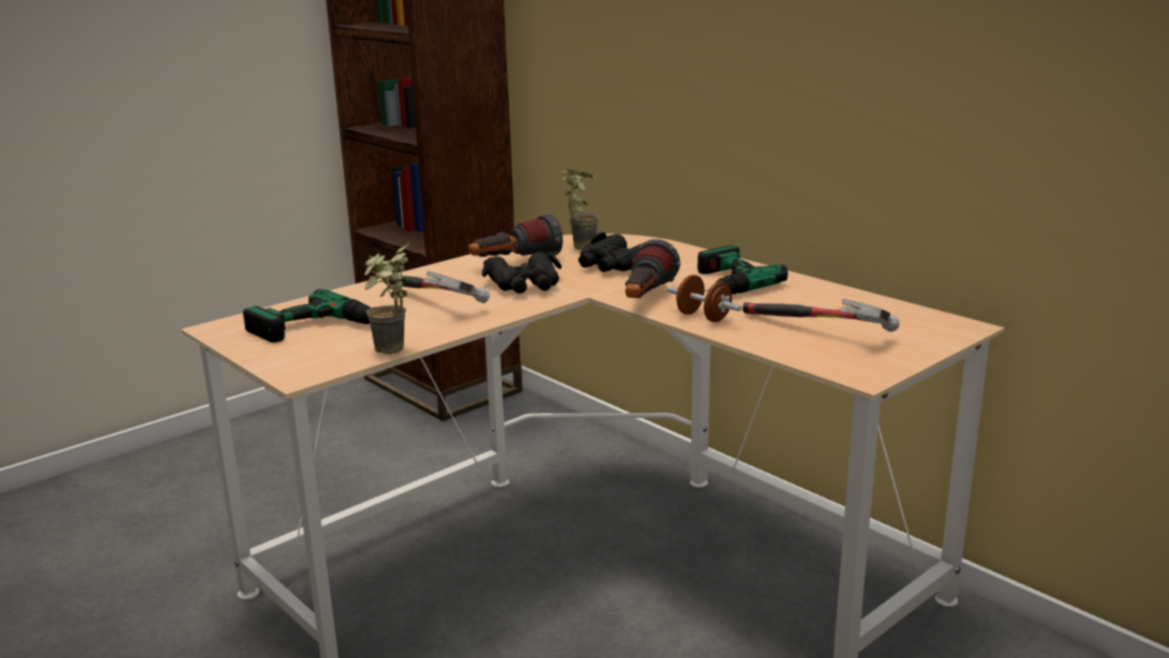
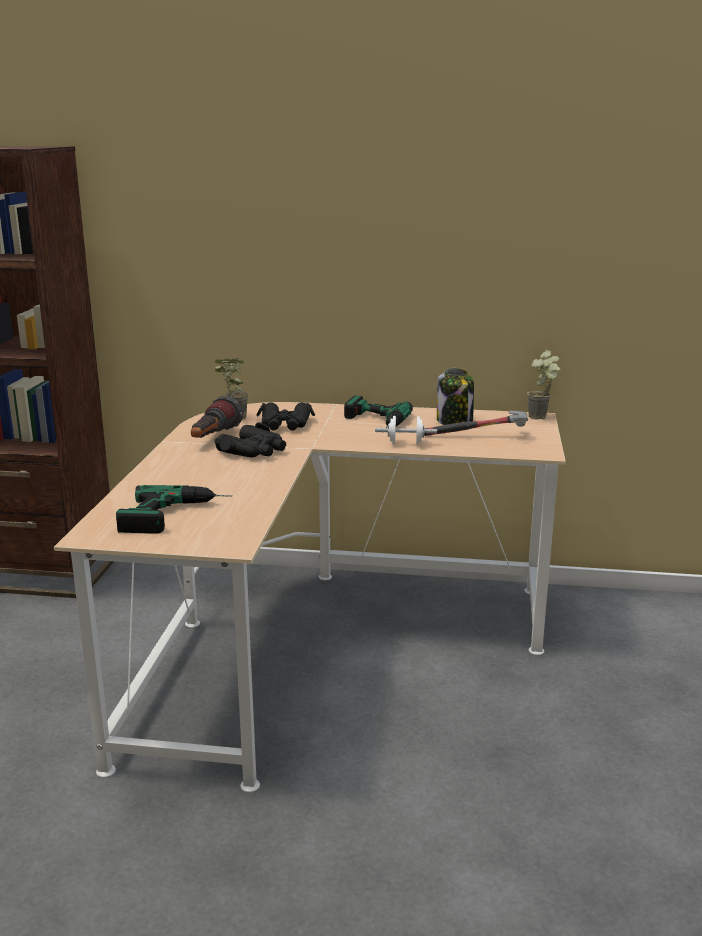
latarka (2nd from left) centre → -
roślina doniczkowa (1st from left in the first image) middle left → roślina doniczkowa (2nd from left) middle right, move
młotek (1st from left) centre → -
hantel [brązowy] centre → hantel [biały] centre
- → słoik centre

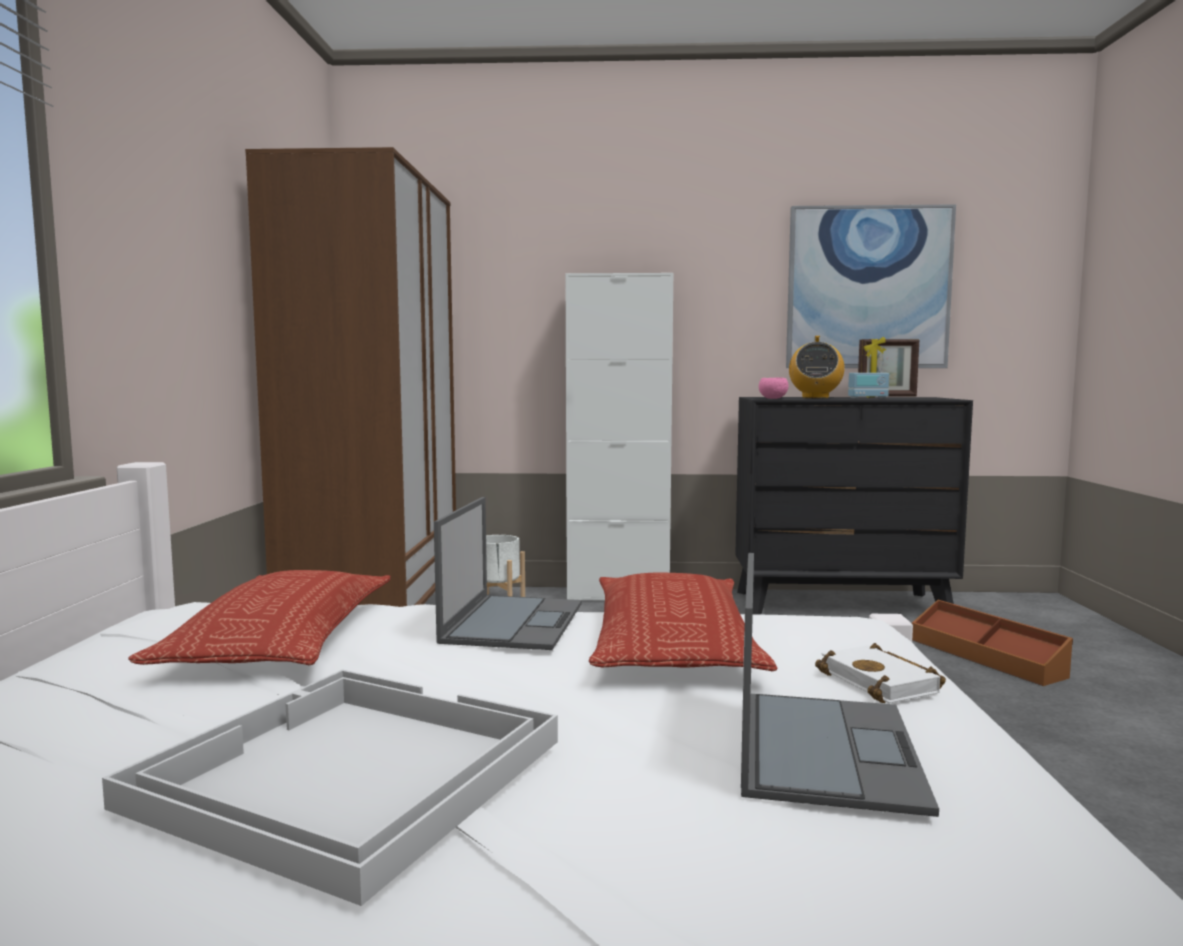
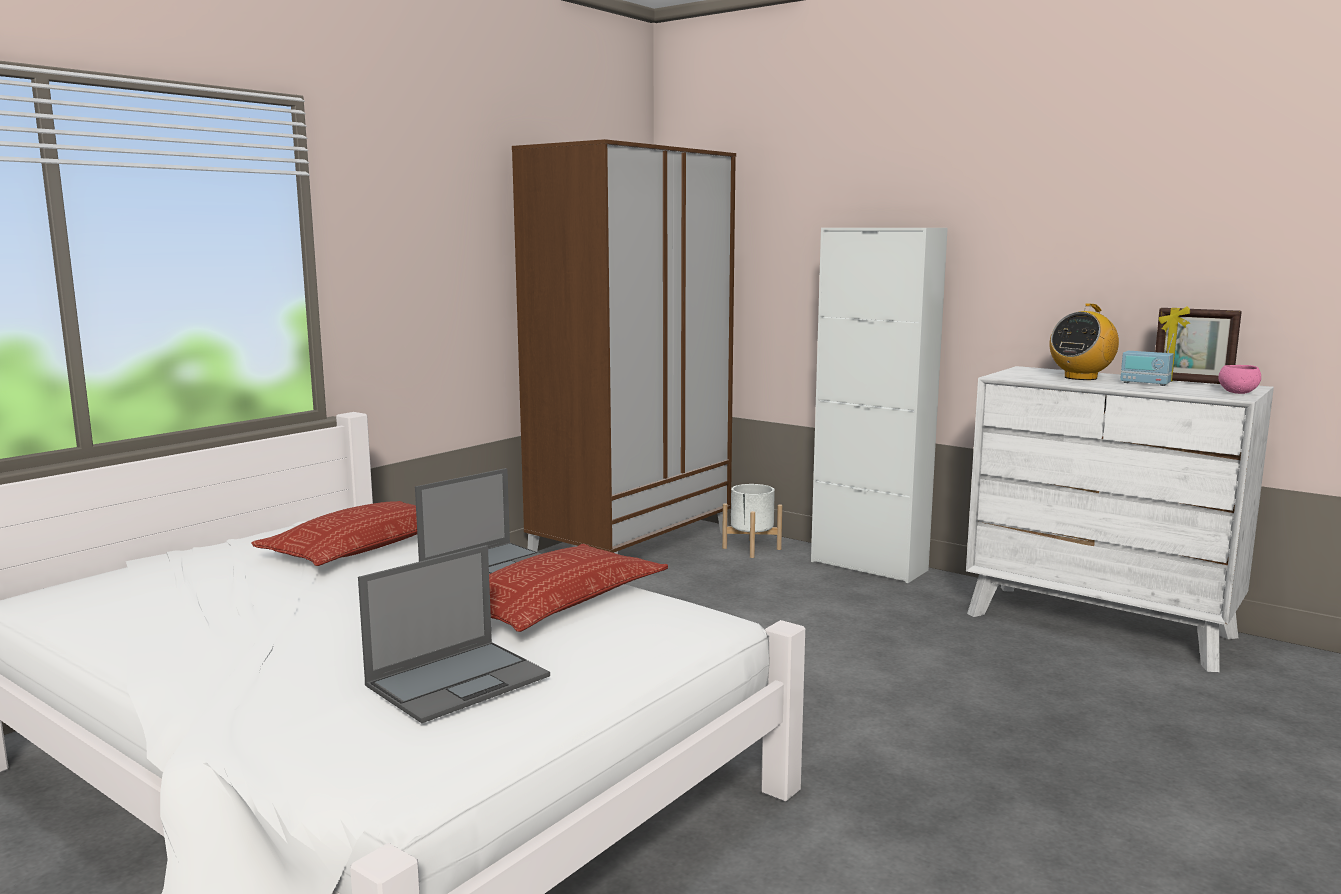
obraz top right → -
miska [różowy] centre → miska [różowy] middle right, move
komoda [czarny] middle right → komoda [biały] middle right
pojemnik do przechowywania [brązowy] bottom right → -
książka [biały] bottom right → -
taca [biały] bottom left → -

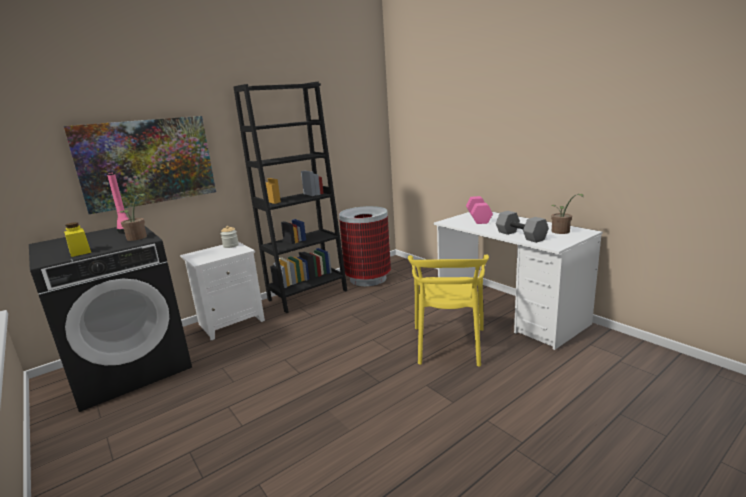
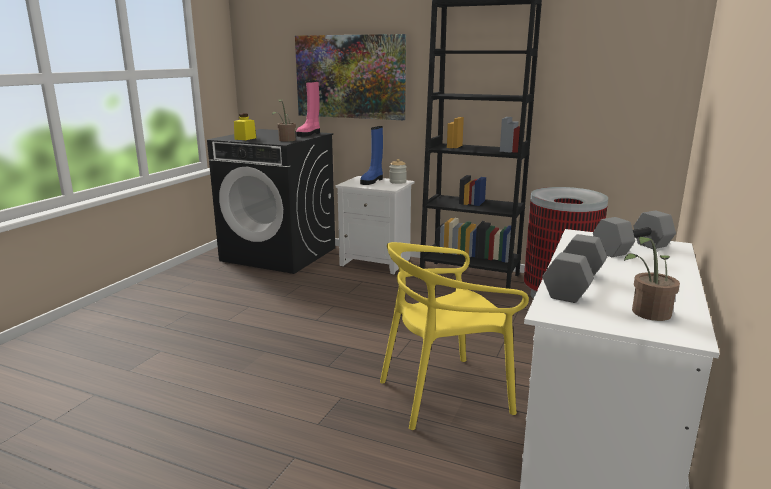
hantel [różowy] centre → hantel [szary] (2nd from left) middle right
- → but z cholewką [niebieski] top centre

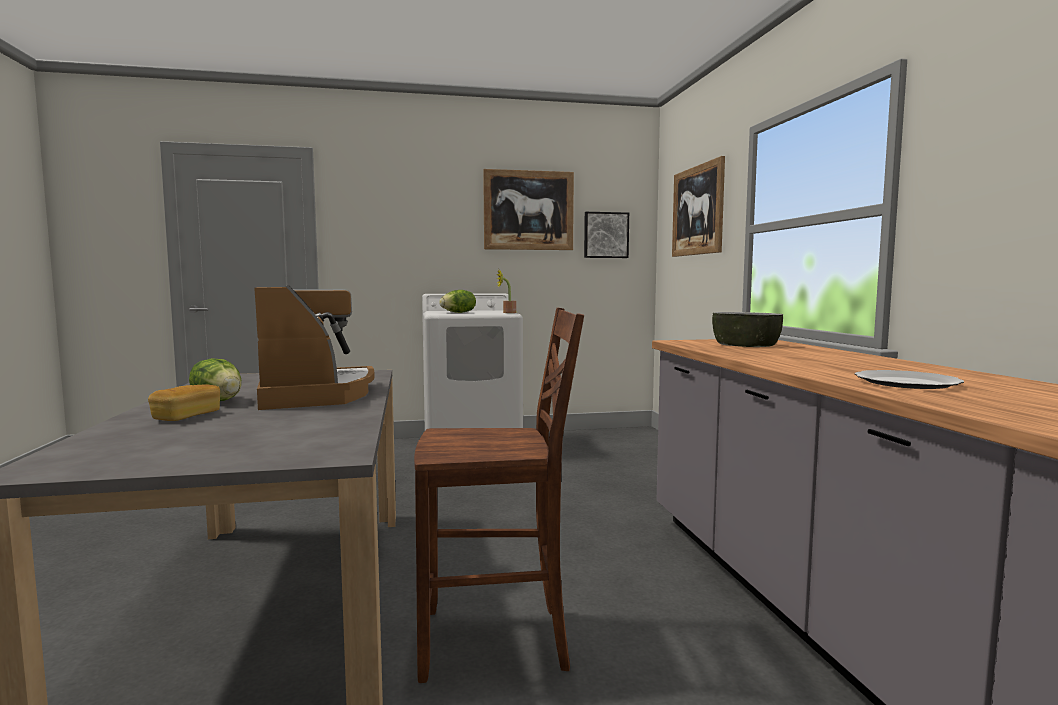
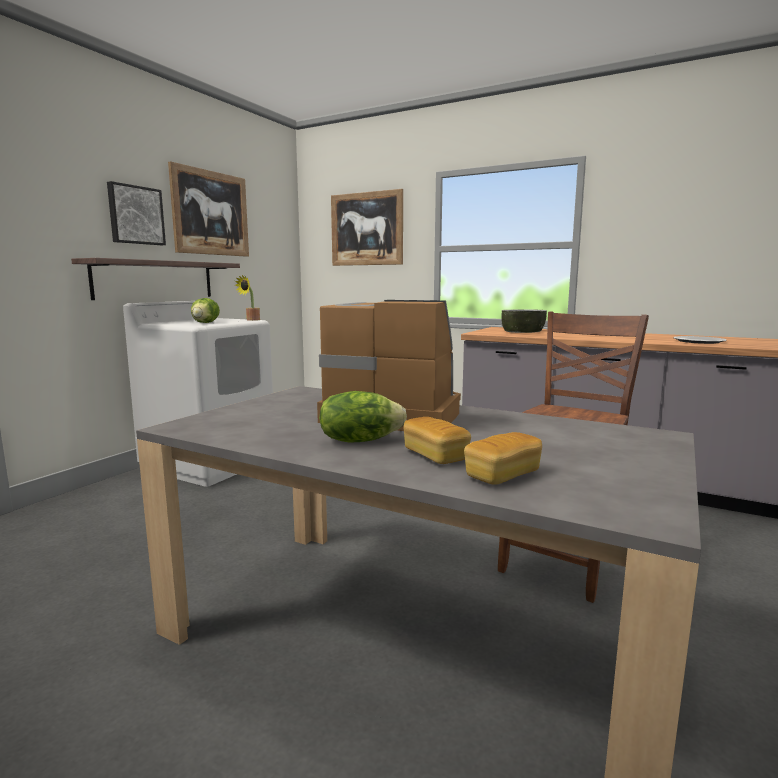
obraz (2nd from left in the first image) centre → obraz (1st from left) top left, move
- → półka middle left
- → chleb (2nd from left) centre

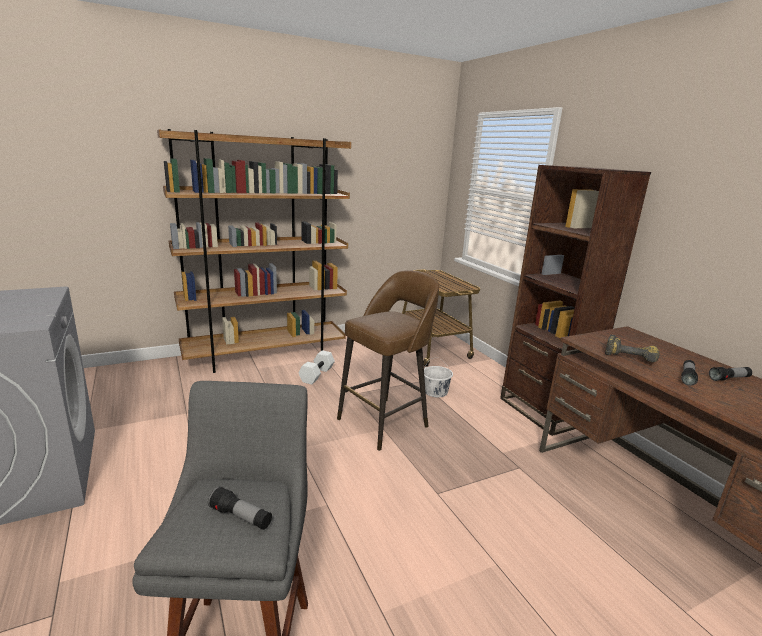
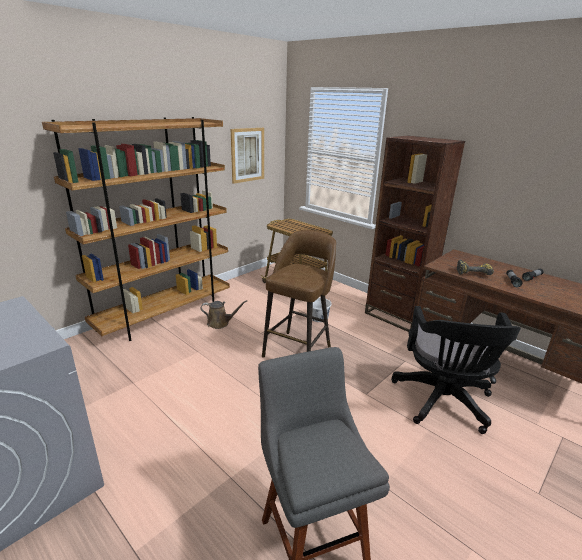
hantel [biały] centre → konewka [brązowy] centre
latarka (1st from left) bottom left → -
- → obraz top centre
- → krzesło biurowe [czarny] middle right

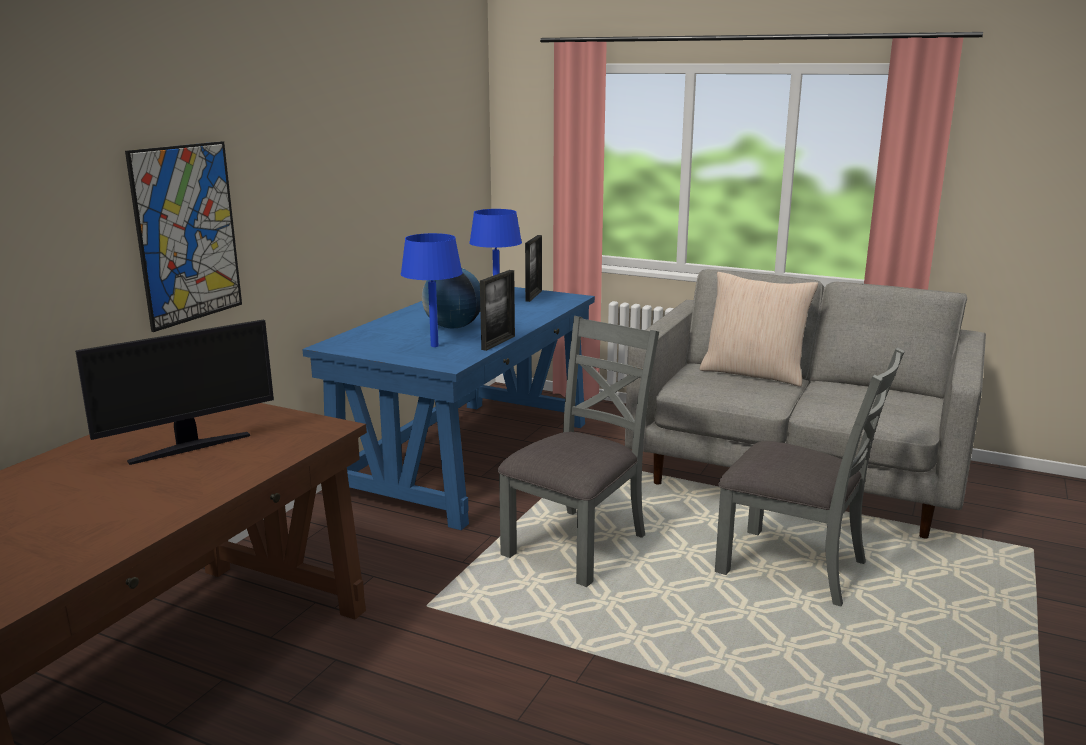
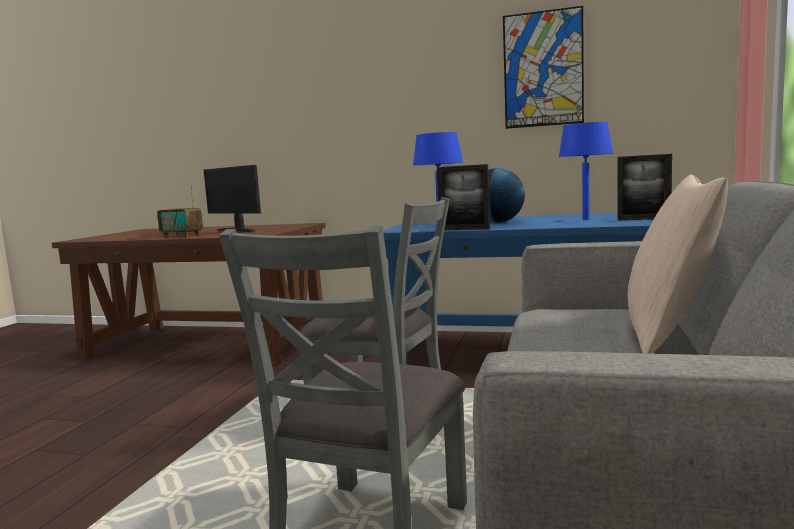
obraz top left → obraz top right, move
- → radio middle left

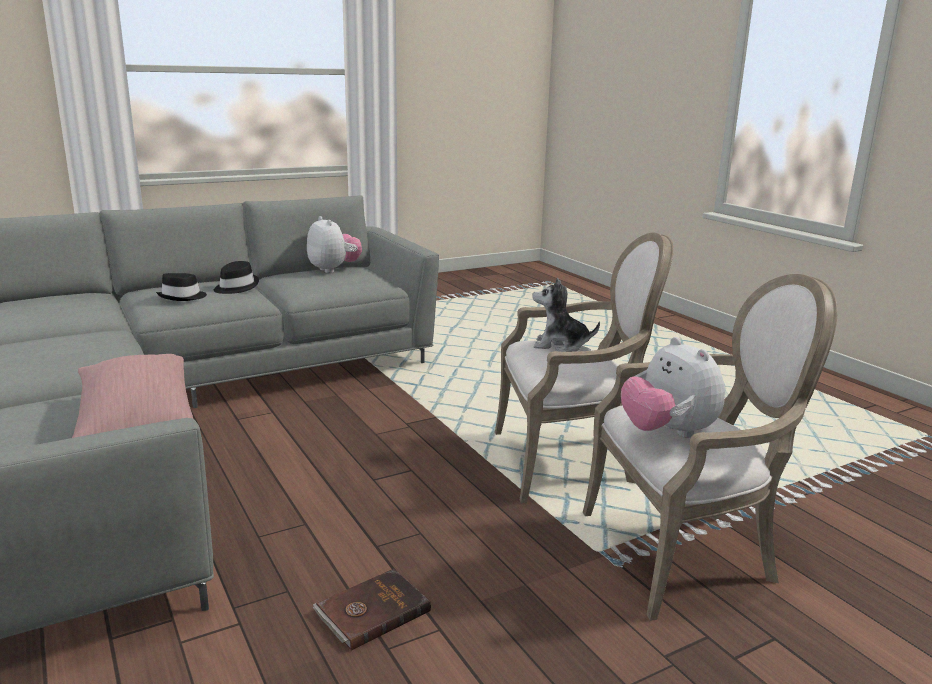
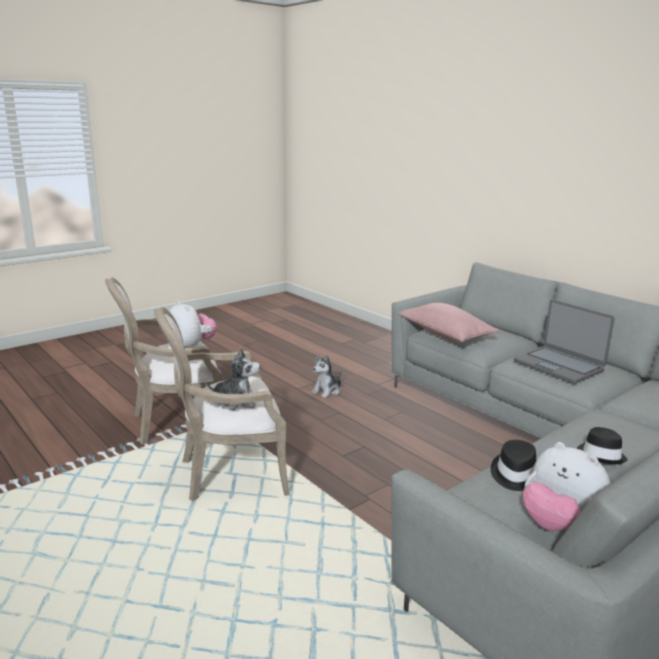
kapelusz [czarny] (1st from left) middle left → kapelusz [czarny] (1st from left) bottom right, move
książka [brązowy] bottom centre → pluszak (3rd from left) centre
- → laptop middle right

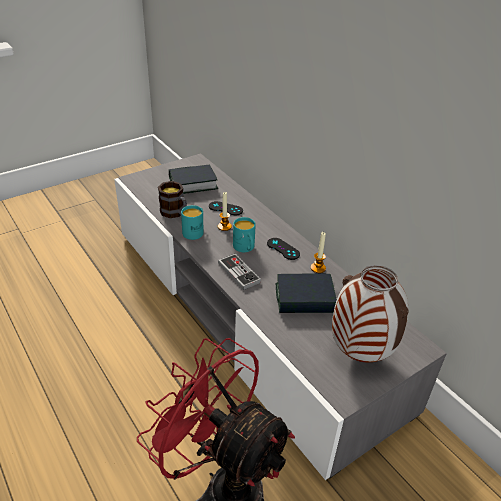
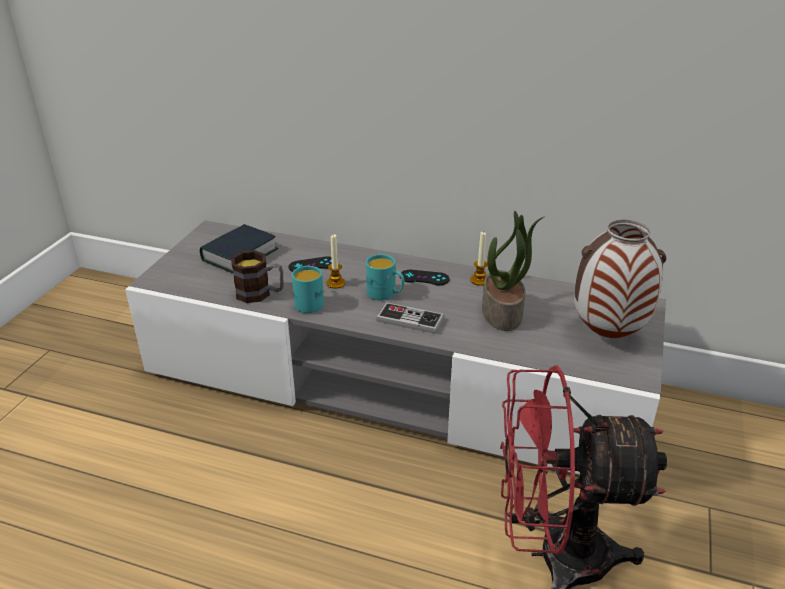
książka (2nd from left) centre → roślina doniczkowa centre

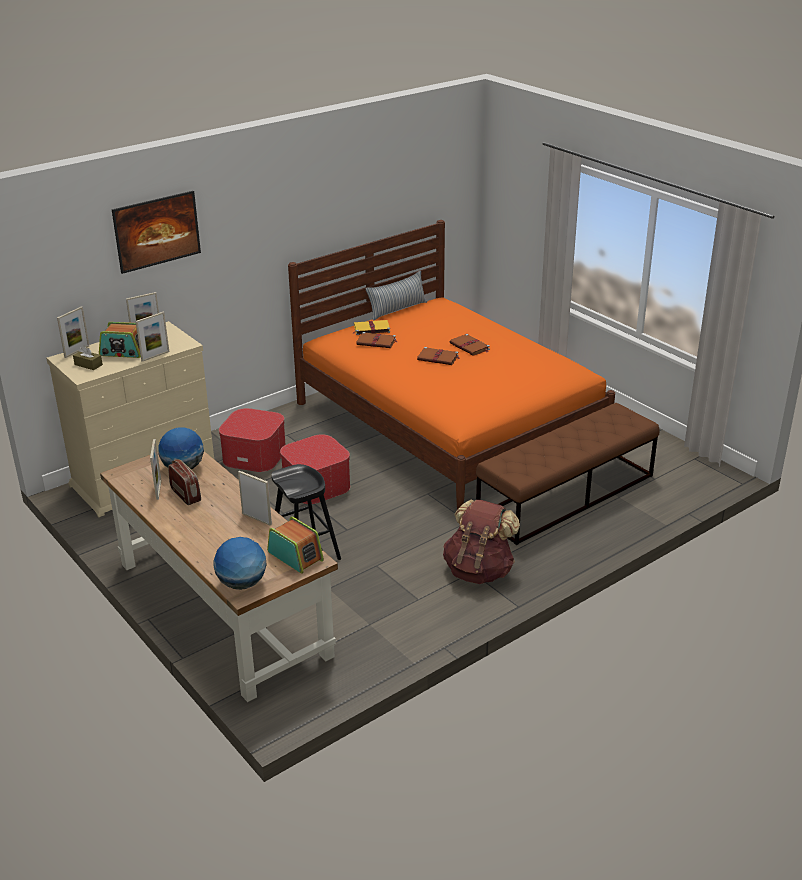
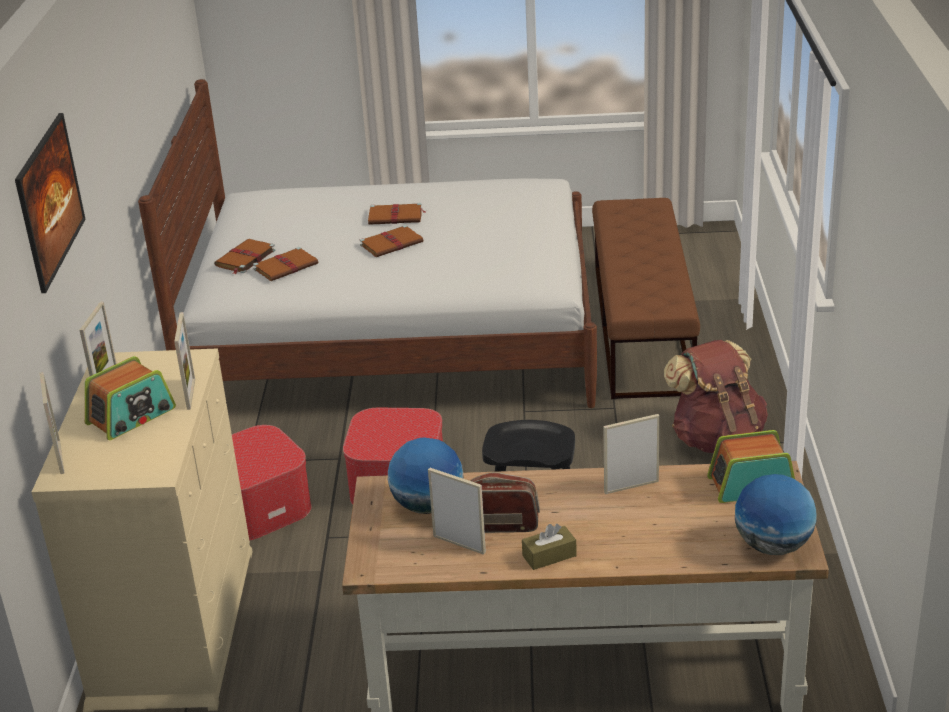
łóżko [pomarańczowy] centre → łóżko [biały] centre
poduszka centre → -
książka [żółty] centre → książka [brązowy] (1st from left) middle left
pudełko chusteczek [brązowy] middle left → pudełko chusteczek [brązowy] bottom centre, move

